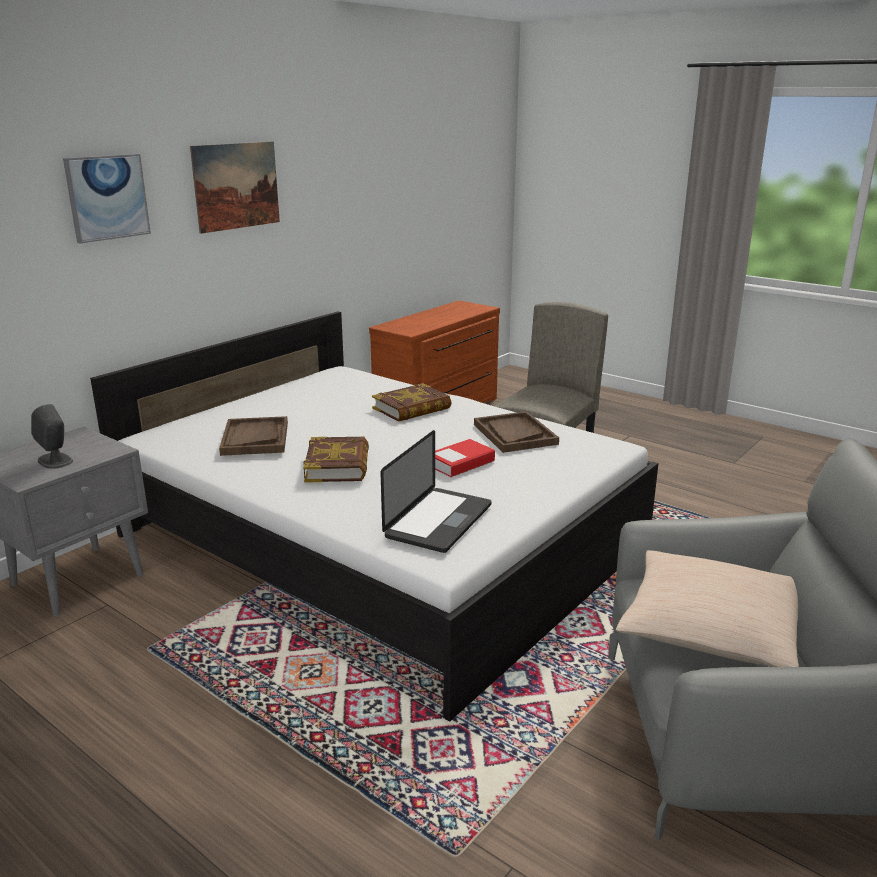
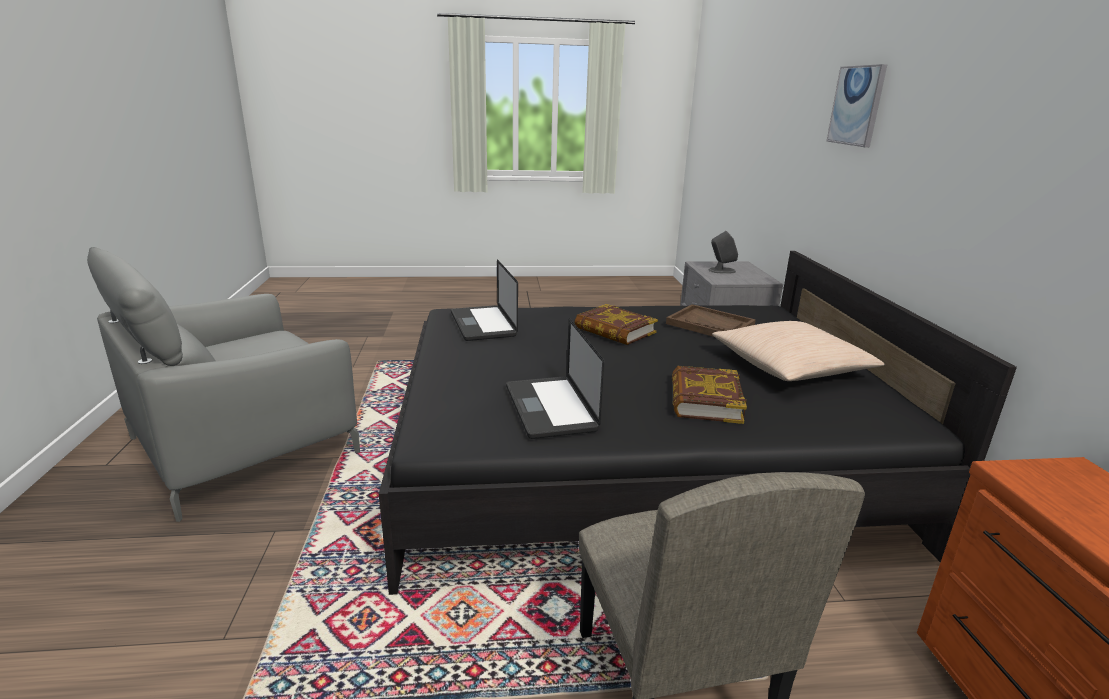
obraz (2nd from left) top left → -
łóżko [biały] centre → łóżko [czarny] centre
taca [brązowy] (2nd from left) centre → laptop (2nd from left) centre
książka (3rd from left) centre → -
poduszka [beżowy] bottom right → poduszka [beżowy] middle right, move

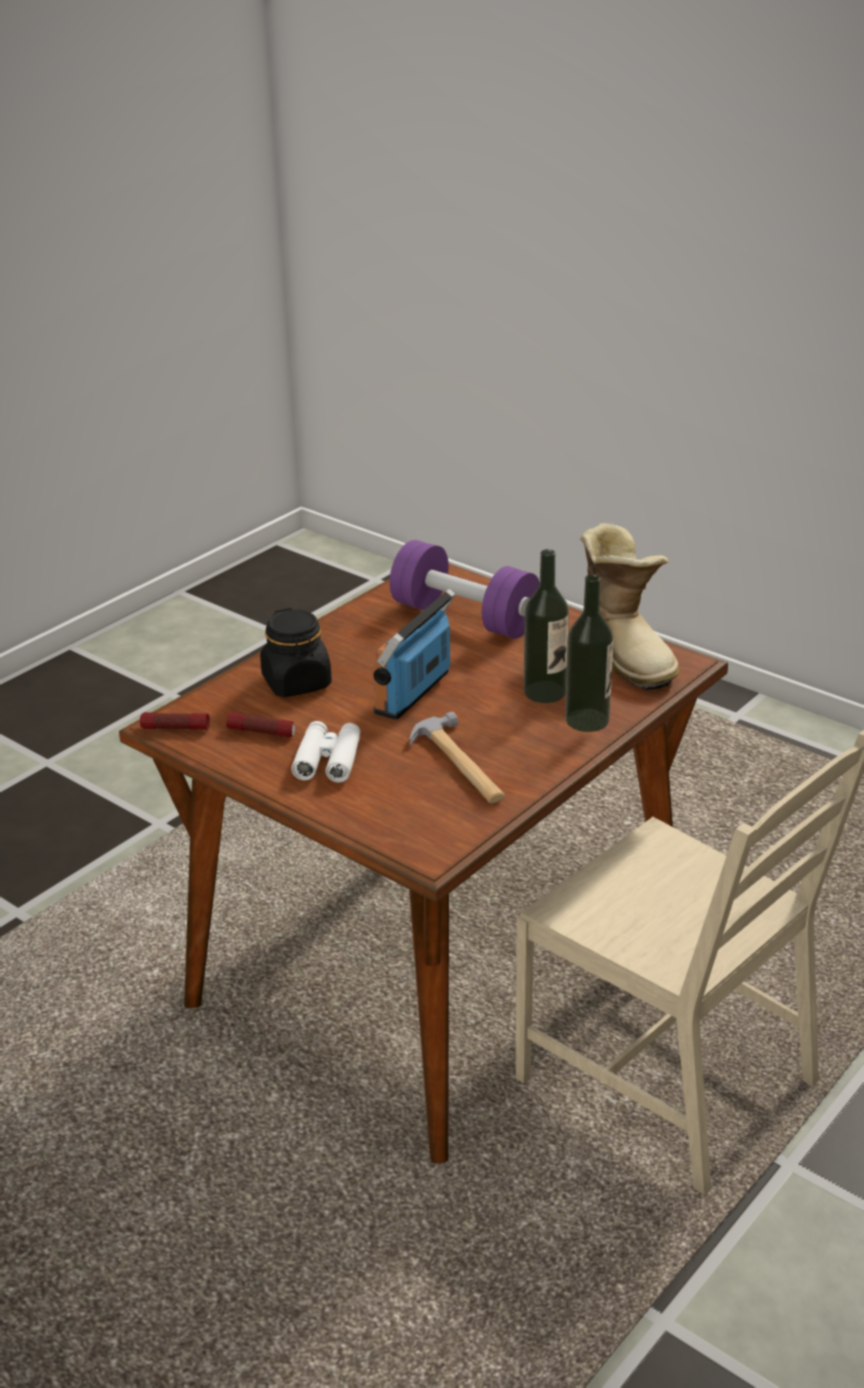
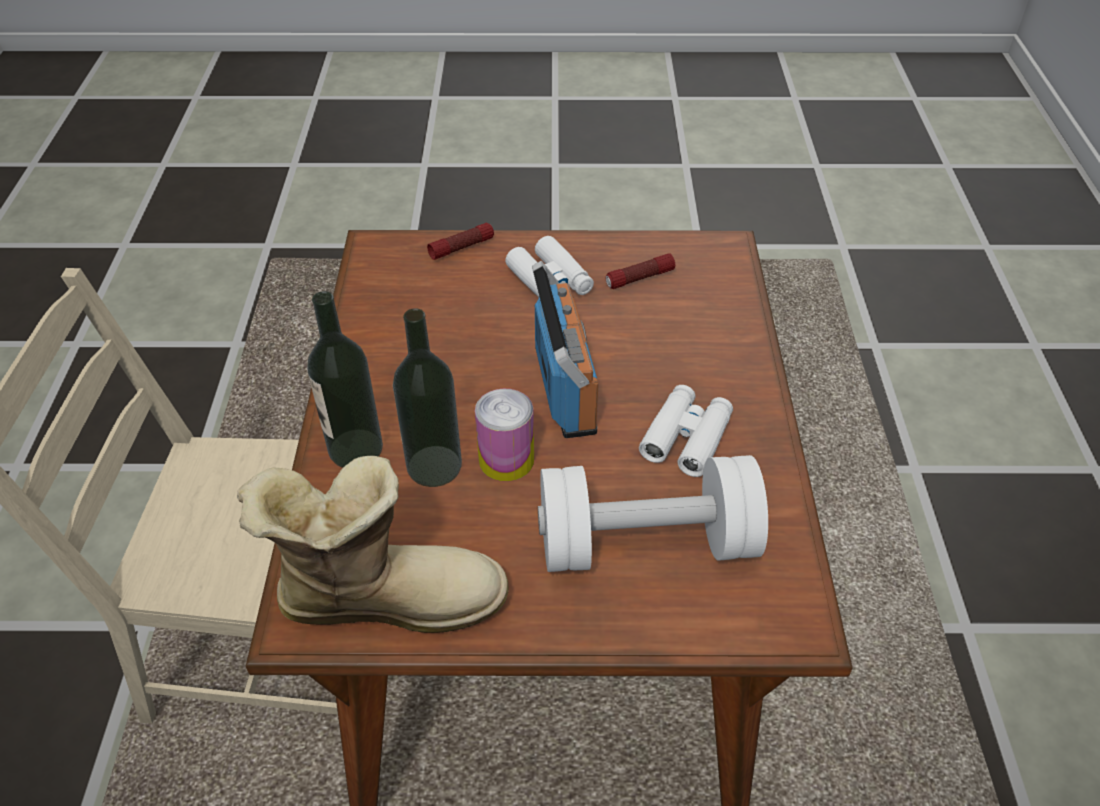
but z cholewką middle right → but z cholewką bottom centre, 150 degrees clockwise
hantel [fioletowy] centre → hantel [biały] centre
słoik [czarny] centre → -
latarka (1st from left) middle left → latarka (1st from left) top centre, move
młotek centre → -
- → lornetka [biały] (2nd from left) centre
- → puszka centre

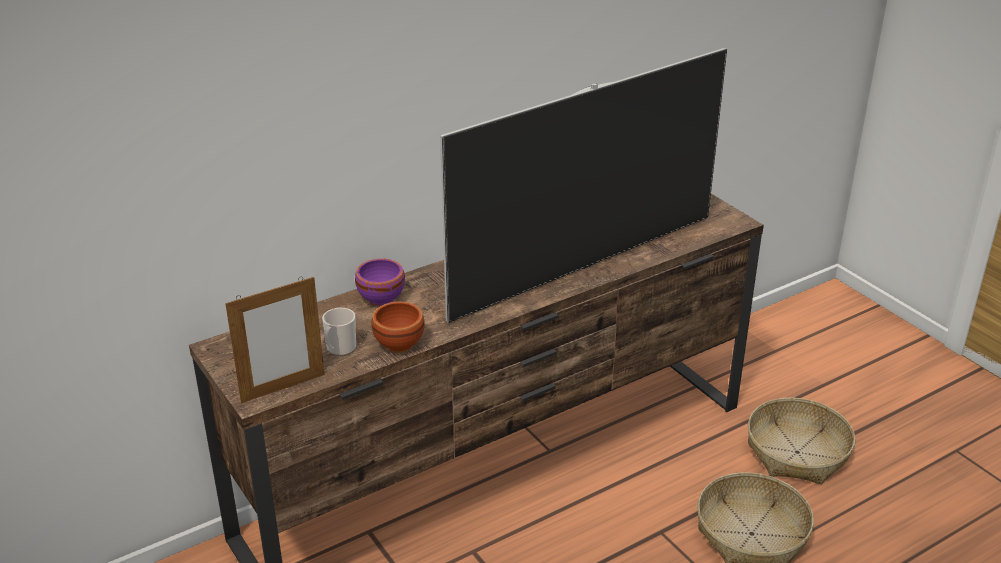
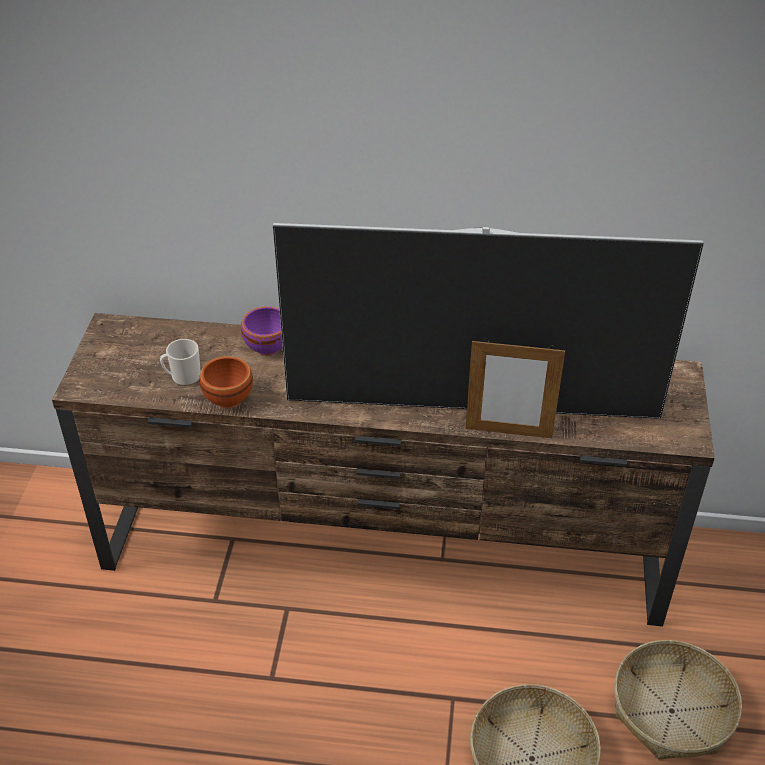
ramka na zdjęcie middle left → ramka na zdjęcie middle right, move

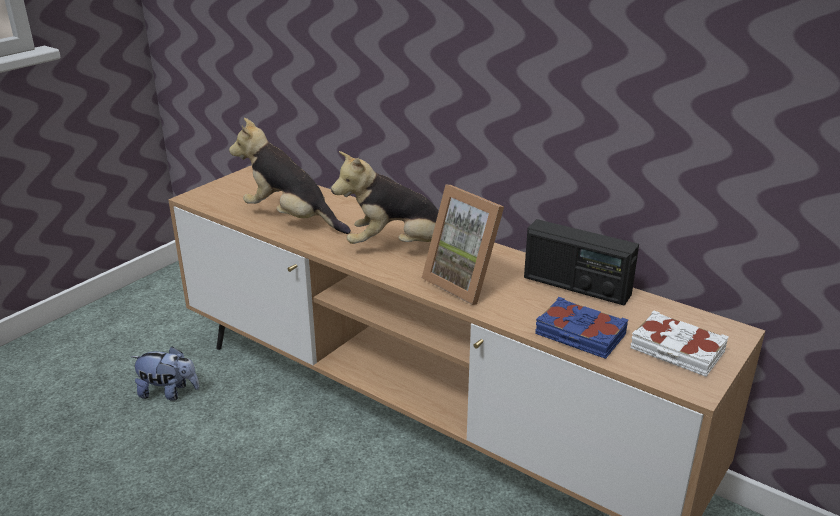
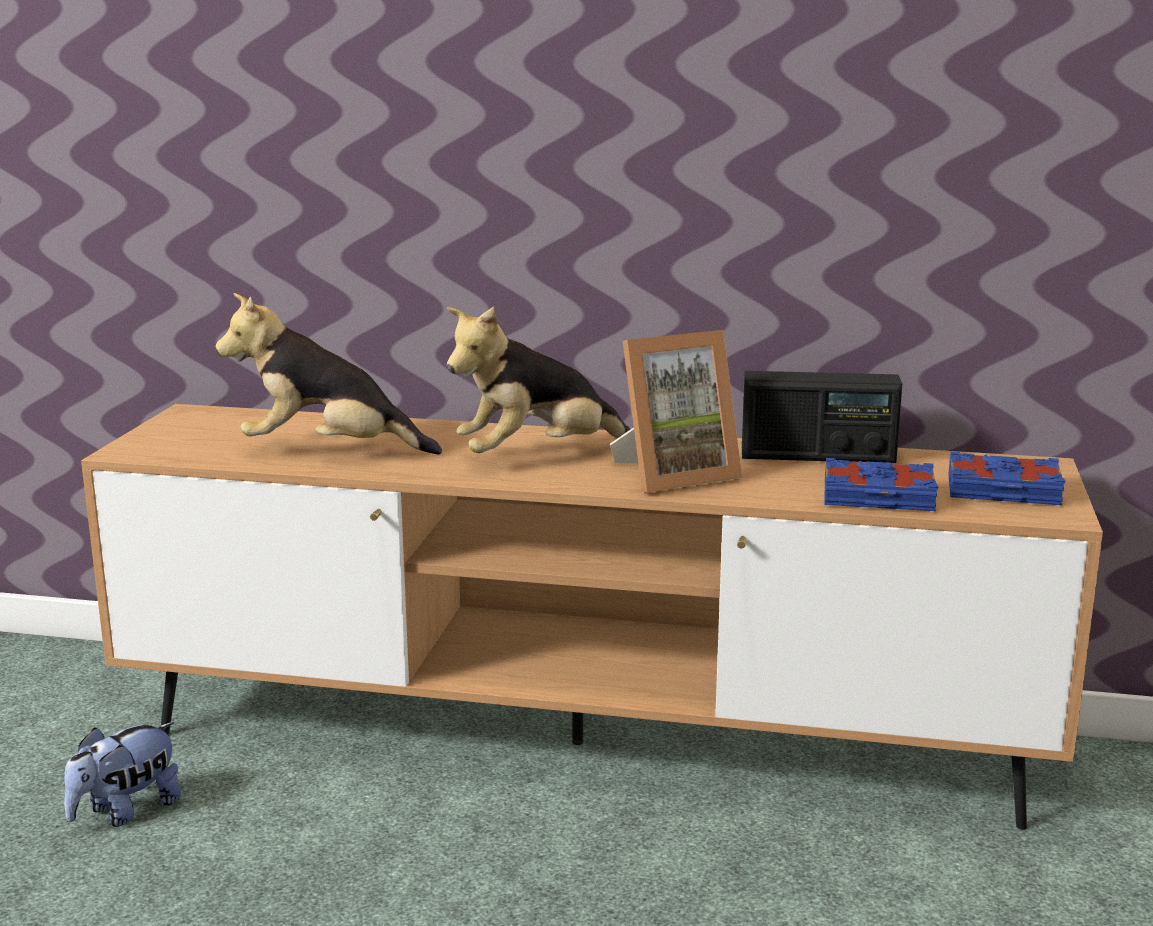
ramka na zdjęcie centre, 45 degrees counterclockwise
książka [biały] middle right → książka [niebieski] (2nd from left) middle right
pluszak (1st from left) bottom left, 150 degrees clockwise

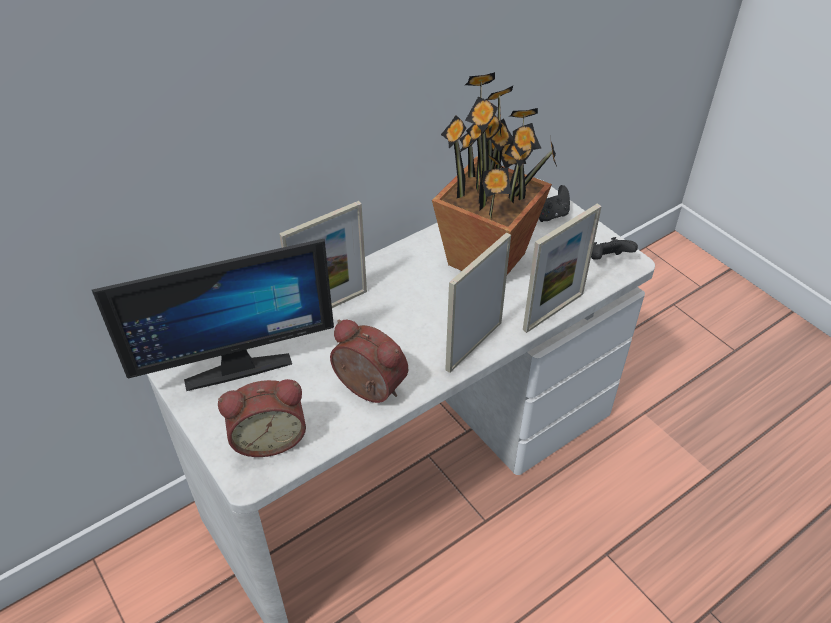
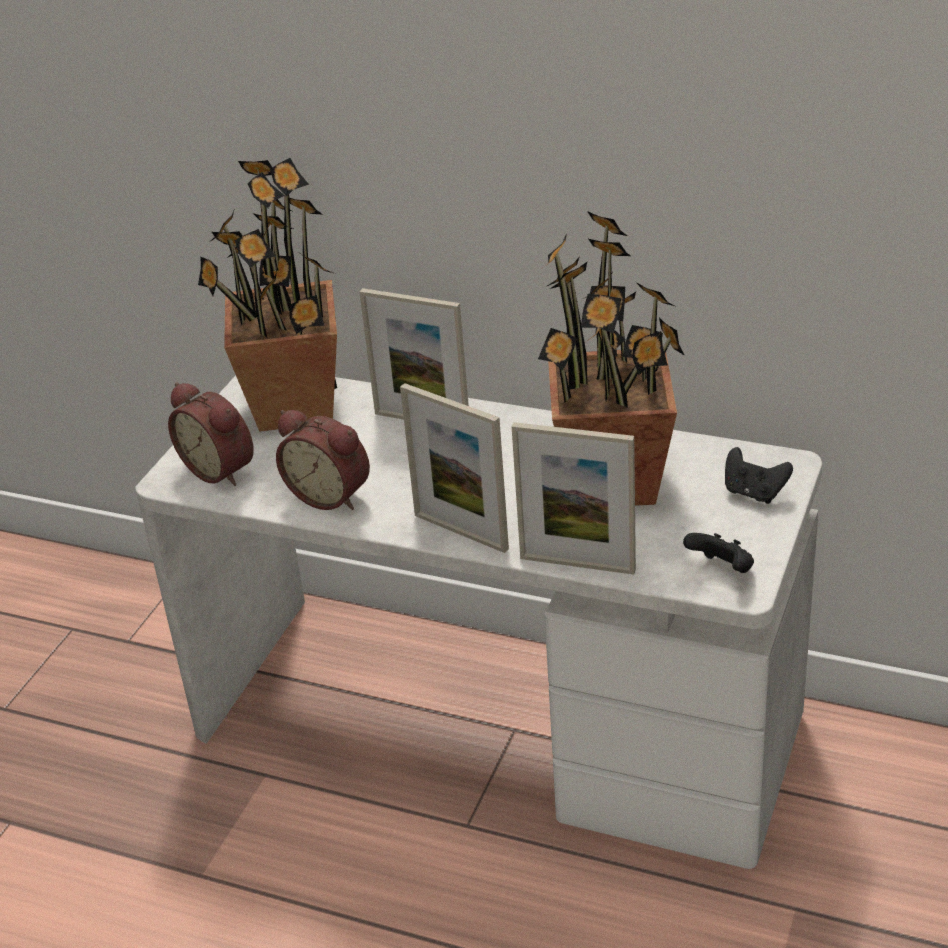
ramka na zdjęcie (2nd from left) centre, 150 degrees counterclockwise
monitor middle left → roślina doniczkowa (1st from left) top left
budzik (2nd from left) centre, 120 degrees clockwise

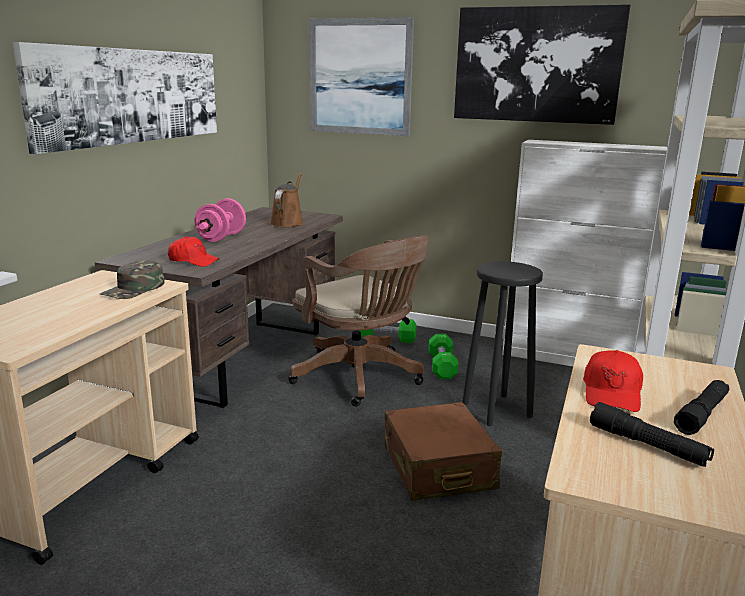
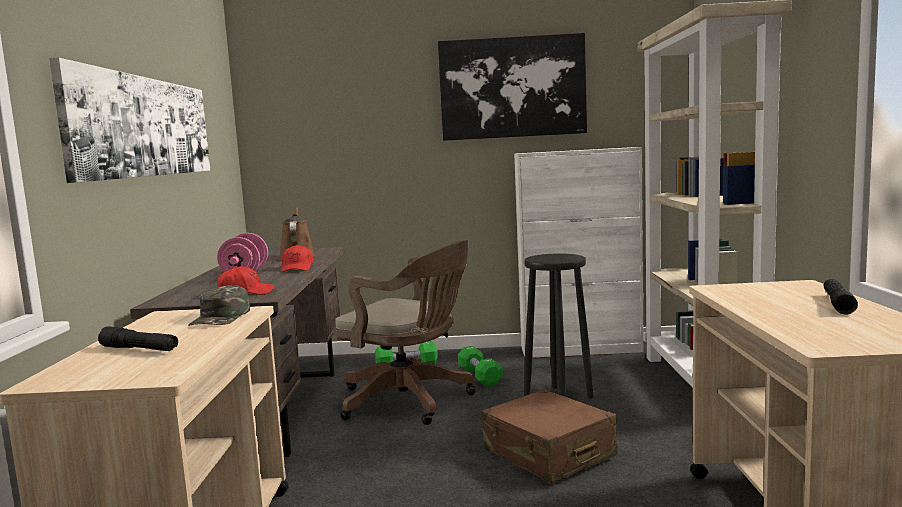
obraz (2nd from left) top centre → -
czapka z daszkiem [czerwony] (2nd from left) middle right → czapka z daszkiem [czerwony] (2nd from left) middle left, move
latarka [czarny] (1st from left) bottom right → latarka [czarny] (1st from left) bottom left, move

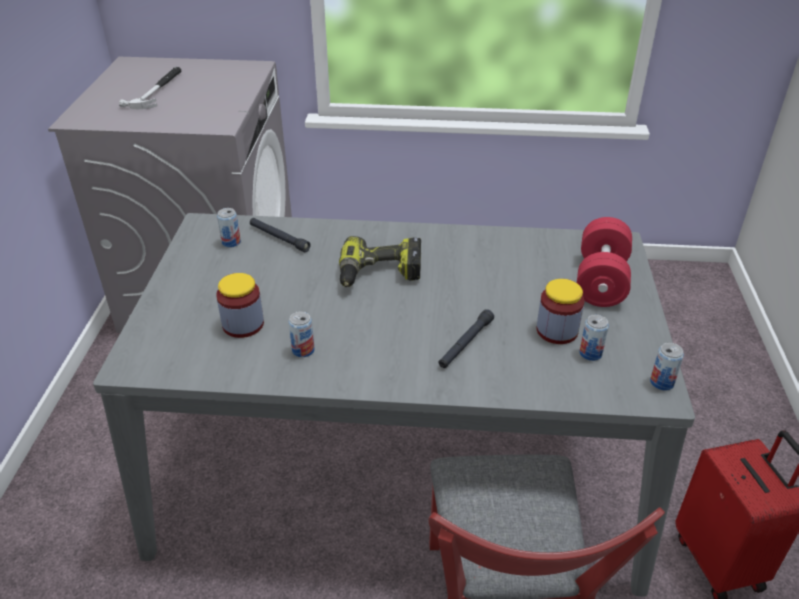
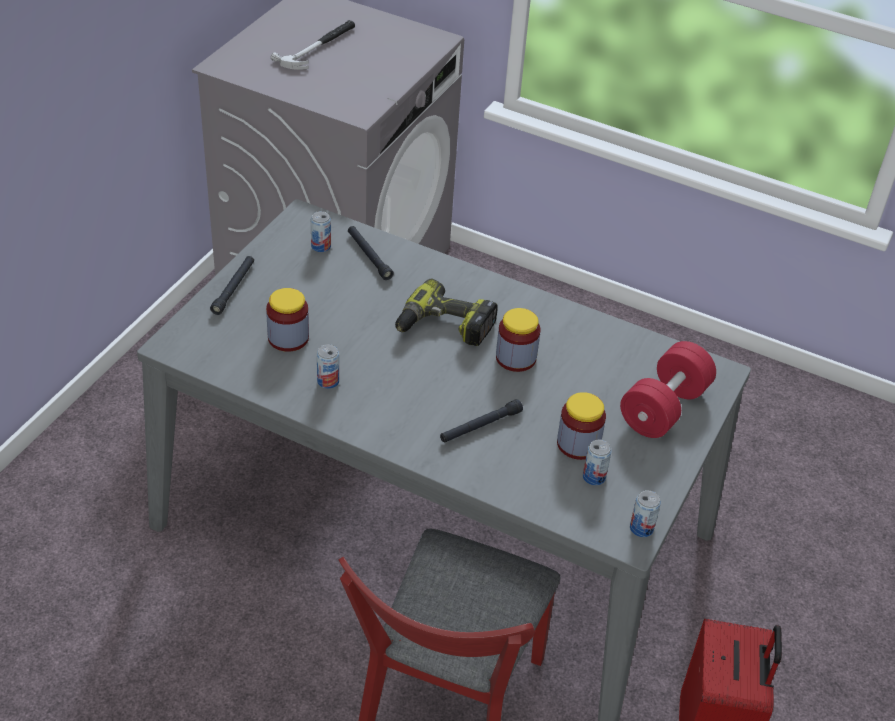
- → latarka [czarny] (1st from left) middle left
- → słoik (2nd from left) centre

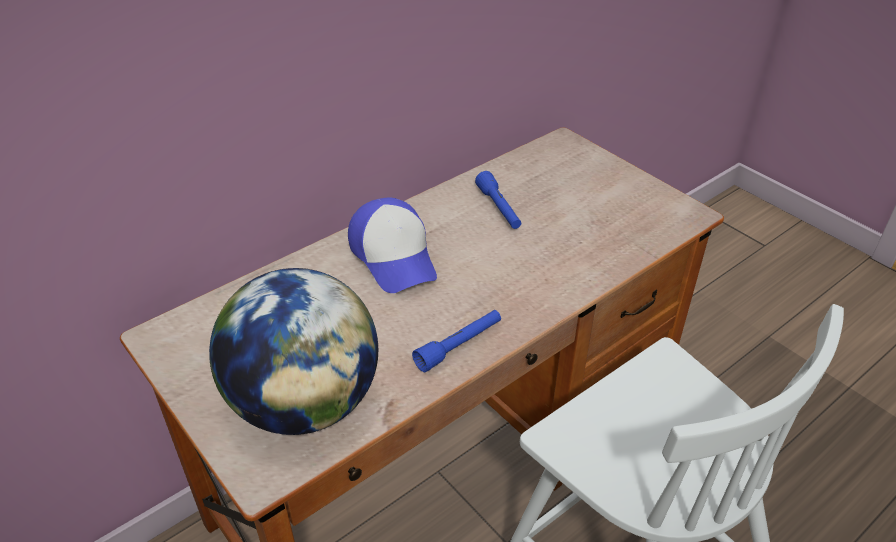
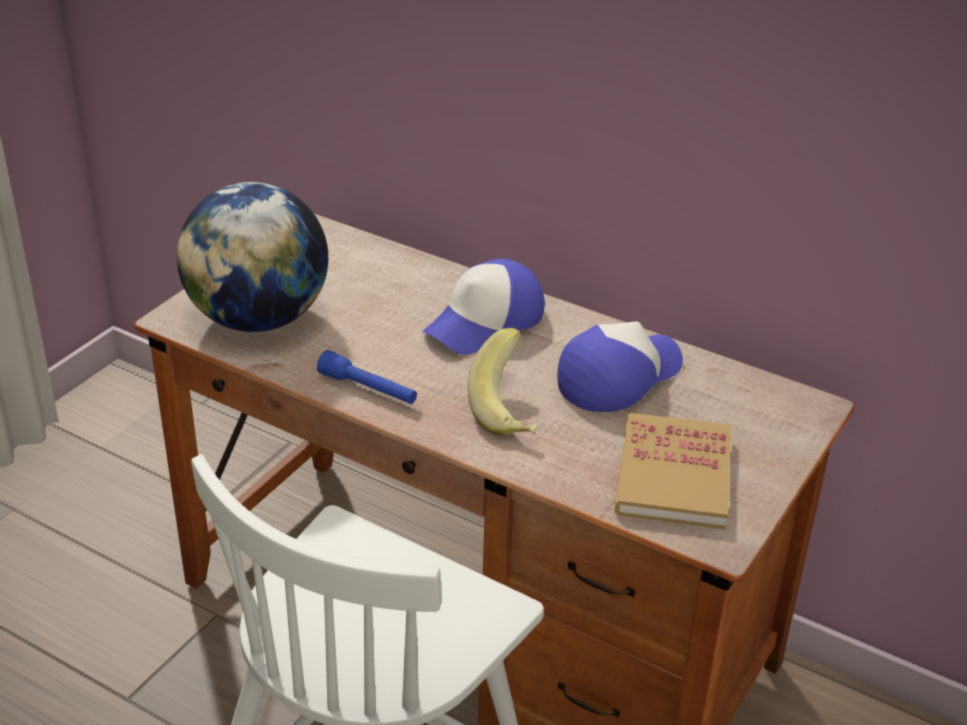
latarka [niebieski] (2nd from left) centre → czapka z daszkiem (2nd from left) centre
- → banan centre
- → książka middle right

